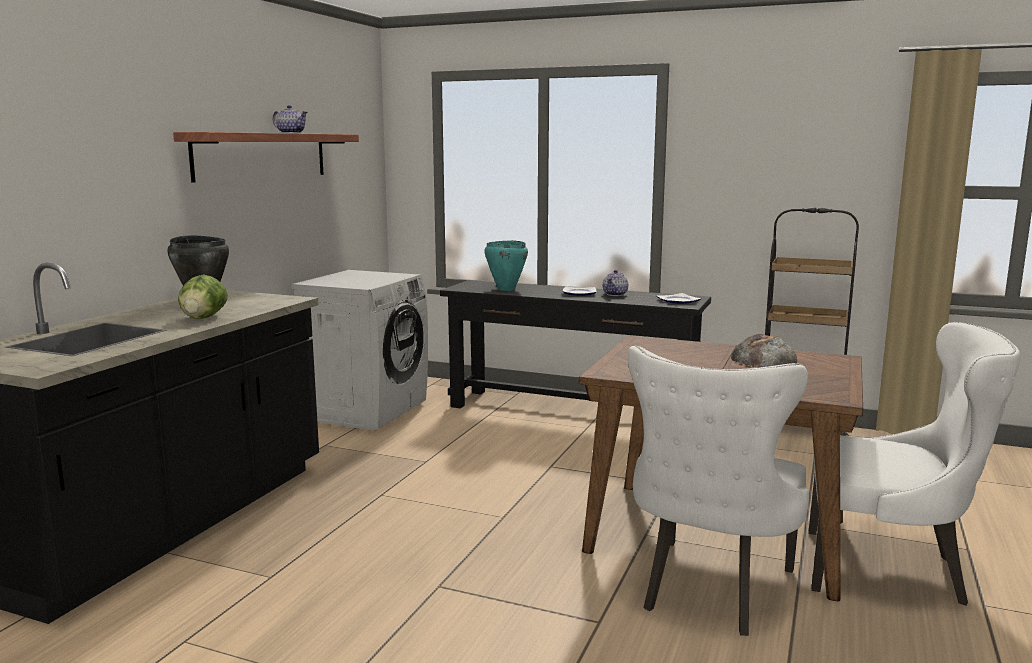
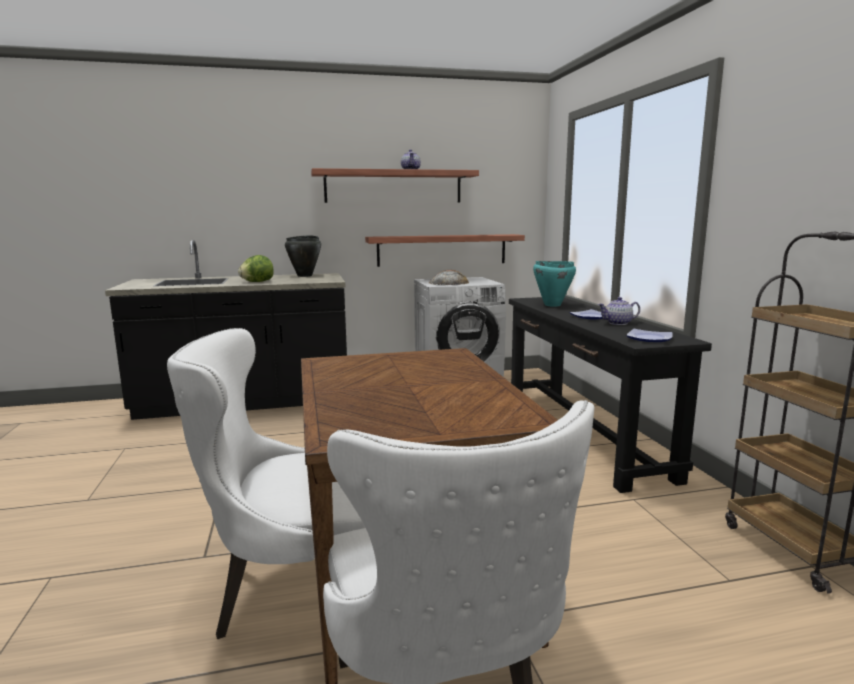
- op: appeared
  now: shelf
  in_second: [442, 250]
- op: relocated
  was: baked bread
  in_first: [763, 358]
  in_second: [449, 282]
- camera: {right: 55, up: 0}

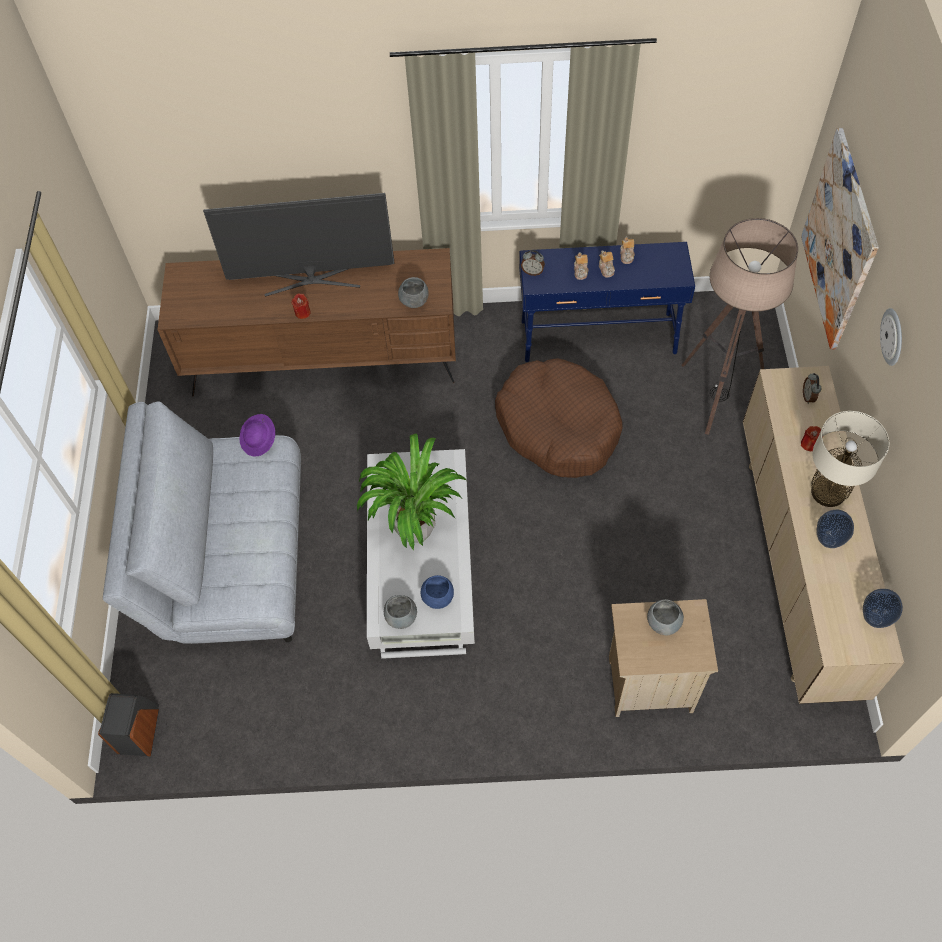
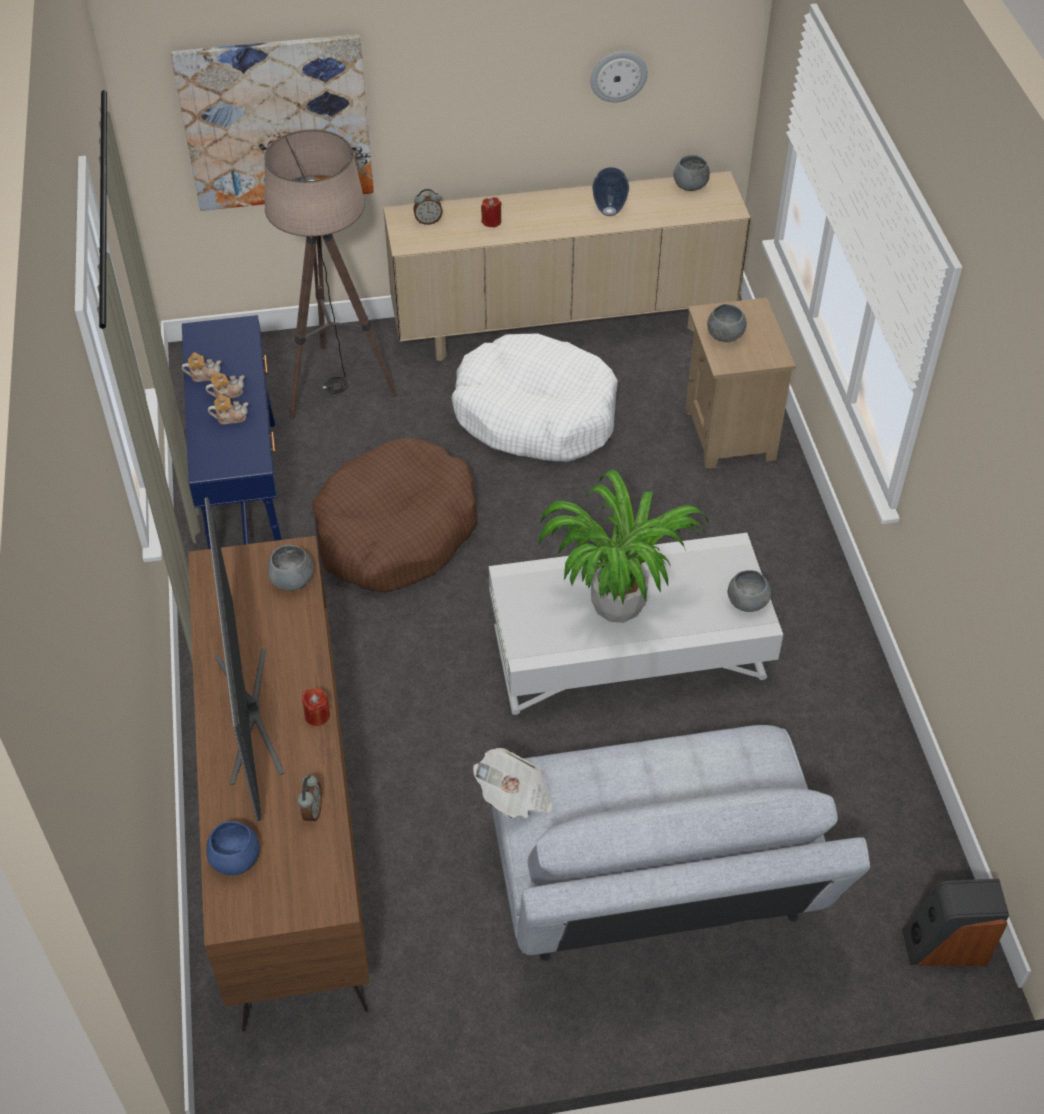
- op: missing
  was: table lamp
  in_first: [828, 492]
- op: appeared
  now: white dog bed
  in_second: [535, 414]
- op: relocated
  was: blue deep dish
  in_first: [438, 598]
  in_second: [236, 859]
- op: relocated
  was: table clock
  in_first: [532, 272]
  in_second: [312, 811]
- op: relocated
  was: wall clock
  in_first: [893, 336]
  in_second: [618, 75]
- op: exchanged
  was: purple-coloured wearable hat
  now: printed paper
  in_first: [259, 441]
  in_second: [514, 796]
- op: exchanged
  was: flower vase
  now: greyish deep dish
  in_first: [874, 619]
  in_second: [690, 186]
- camera: {right: -100, up: -10}

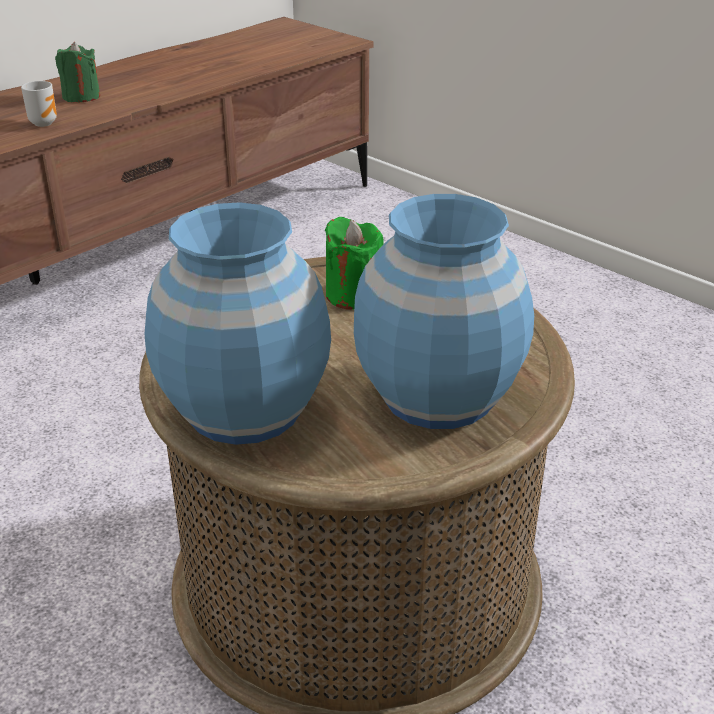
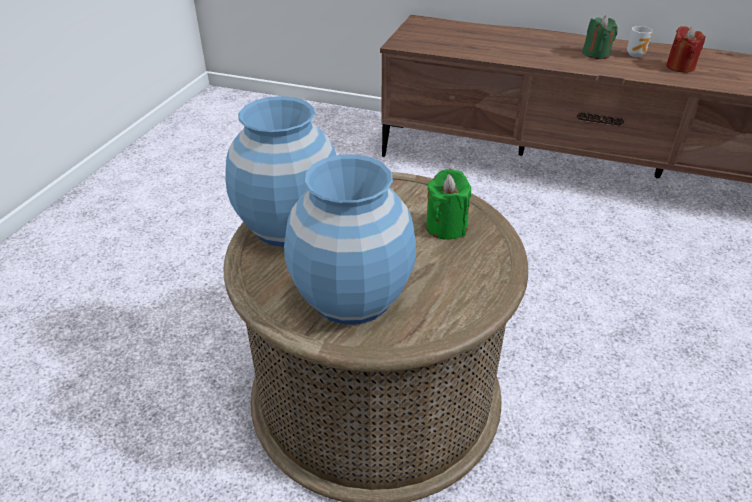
- op: appeared
  now: red-coloured wax light
  in_second: [680, 67]
- op: relocated
  was: tea mug
  in_first: [44, 123]
  in_second: [636, 55]
- camera: {right: 65, up: 5}

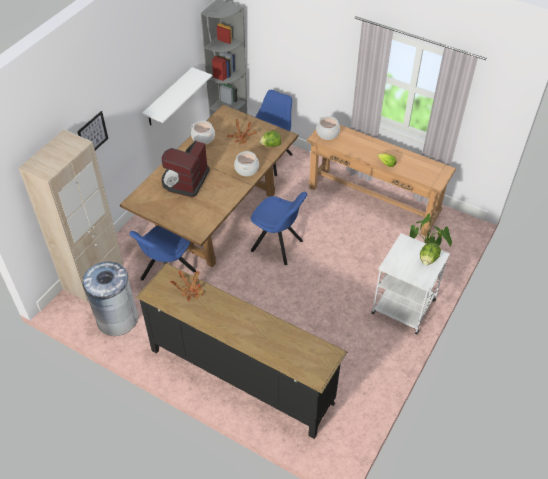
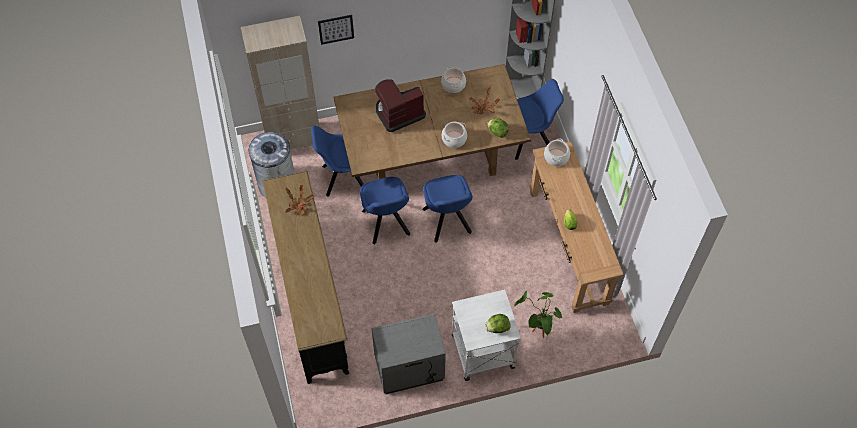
- op: missing
  was: white shelf
  in_first: [168, 97]
- op: appeared
  now: blue plain chair
  in_second: [386, 223]
- op: appeared
  now: greyish bedside table
  in_second: [409, 369]
- camera: {right: 45, up: 10}

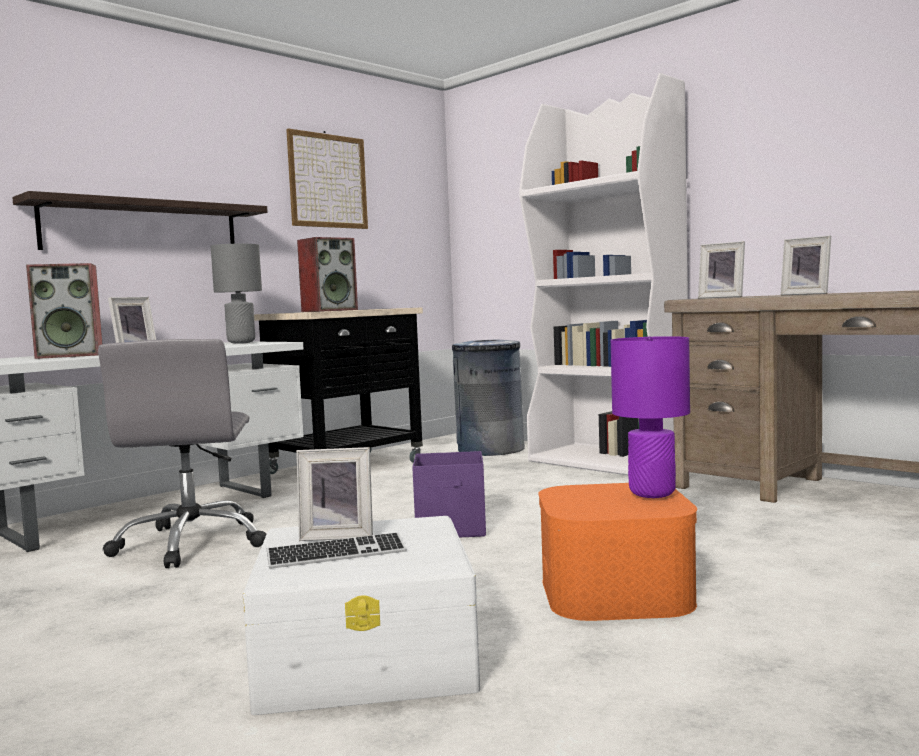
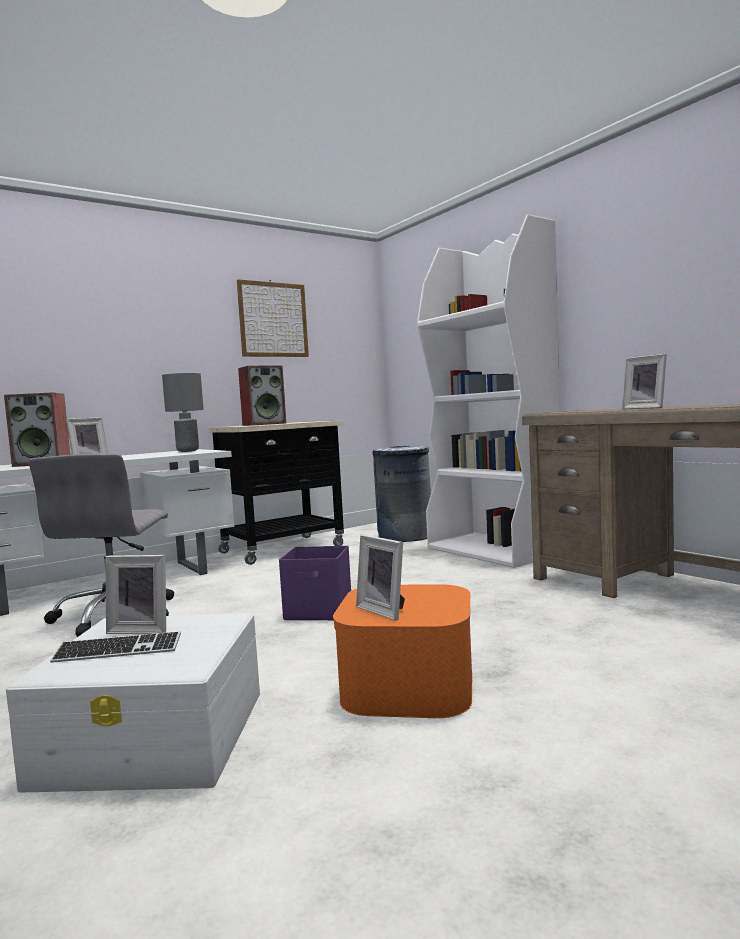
- op: missing
  was: shelf
  in_first: [142, 228]
- op: missing
  was: purple-coloured table lamp
  in_first: [651, 495]
- op: relocated
  was: picture frame
  in_first: [723, 297]
  in_second: [385, 610]
- camera: {right: 10, up: 0}

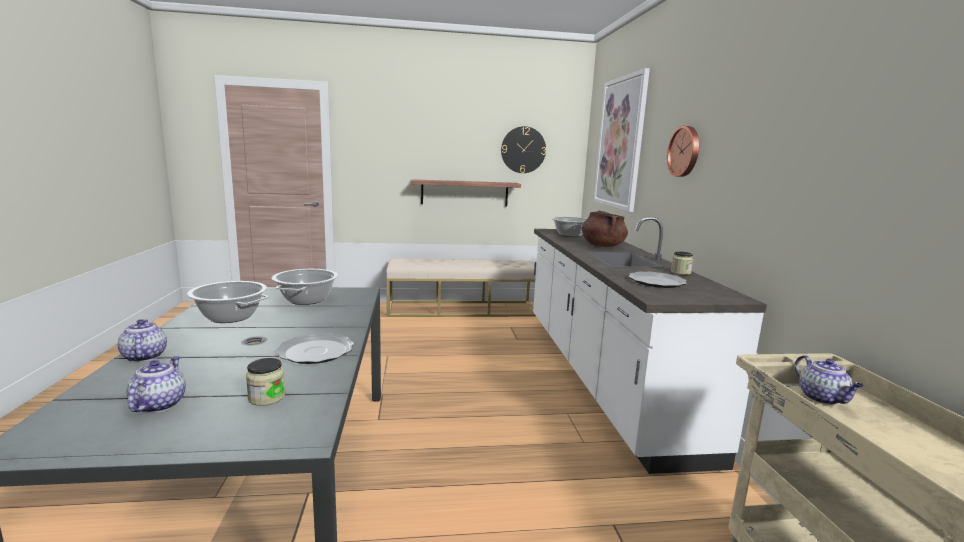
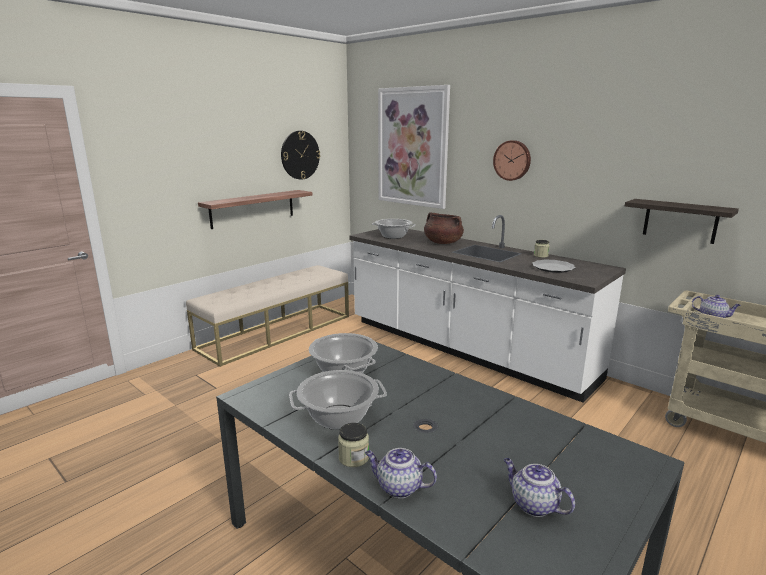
- op: missing
  was: flat dish
  in_first: [316, 351]
- op: appeared
  now: shelf
  in_second: [680, 221]
- op: relocated
  was: preserve jar
  in_first: [266, 397]
  in_second: [353, 458]
- camera: {right: -40, up: 5}

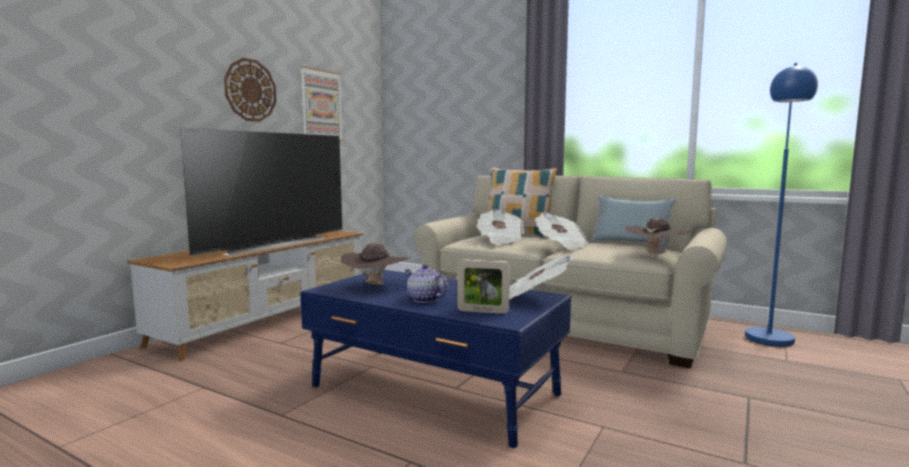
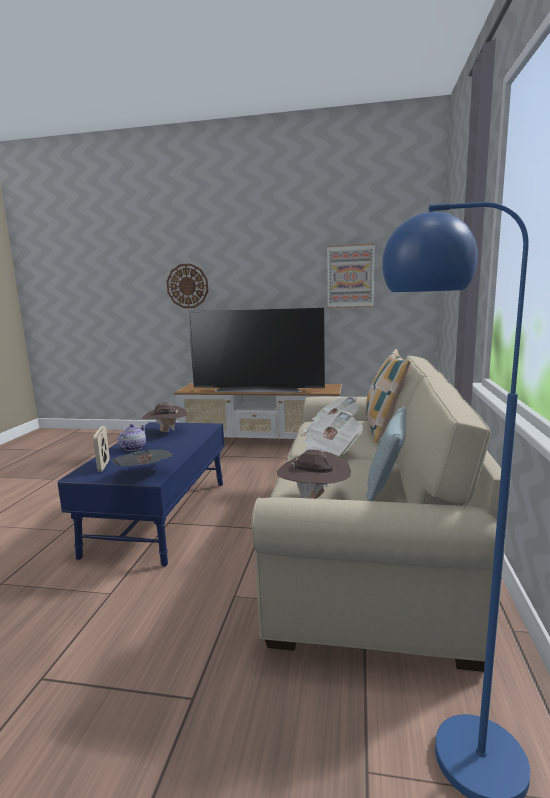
- op: relocated
  was: wall clock
  in_first: [250, 90]
  in_second: [187, 286]
- camera: {right: 70, up: 5}

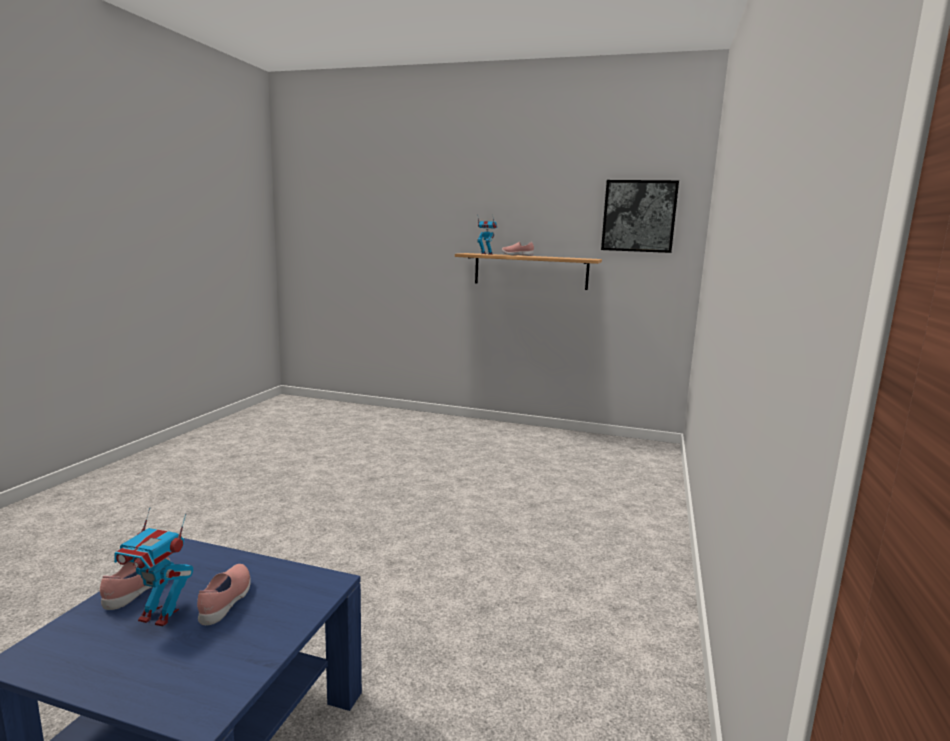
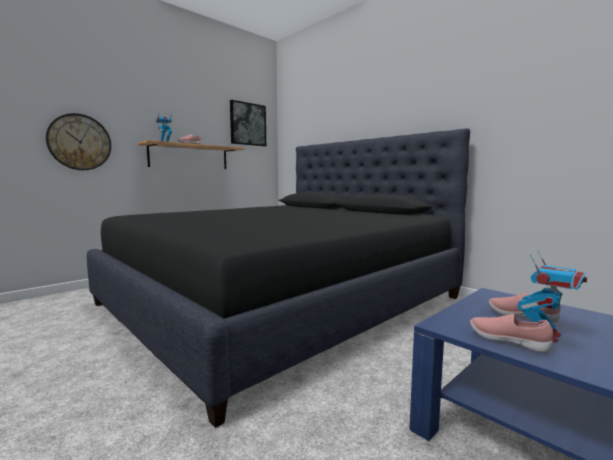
- op: appeared
  now: wall clock
  in_second: [79, 142]
- op: appeared
  now: blackish sleeping bed
  in_second: [281, 300]
- camera: {right: -60, up: -5}

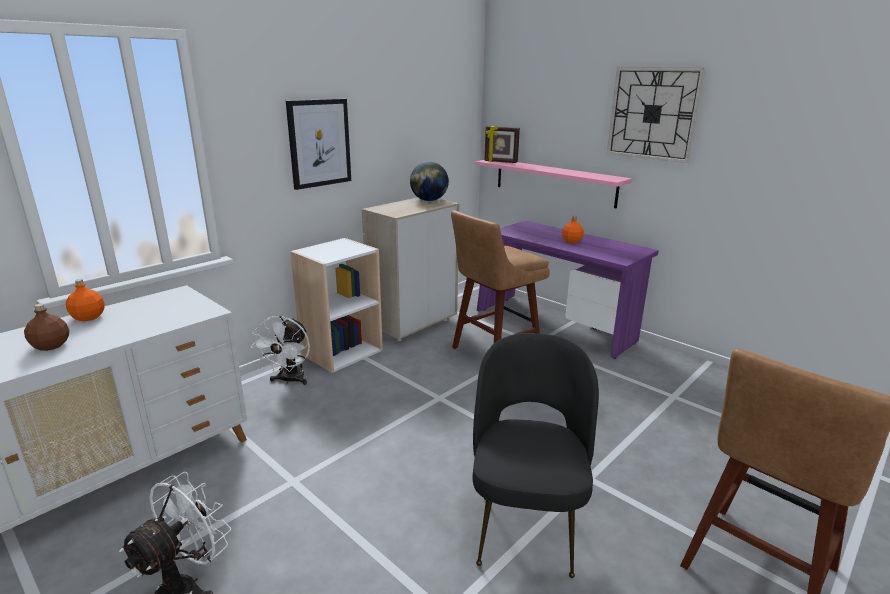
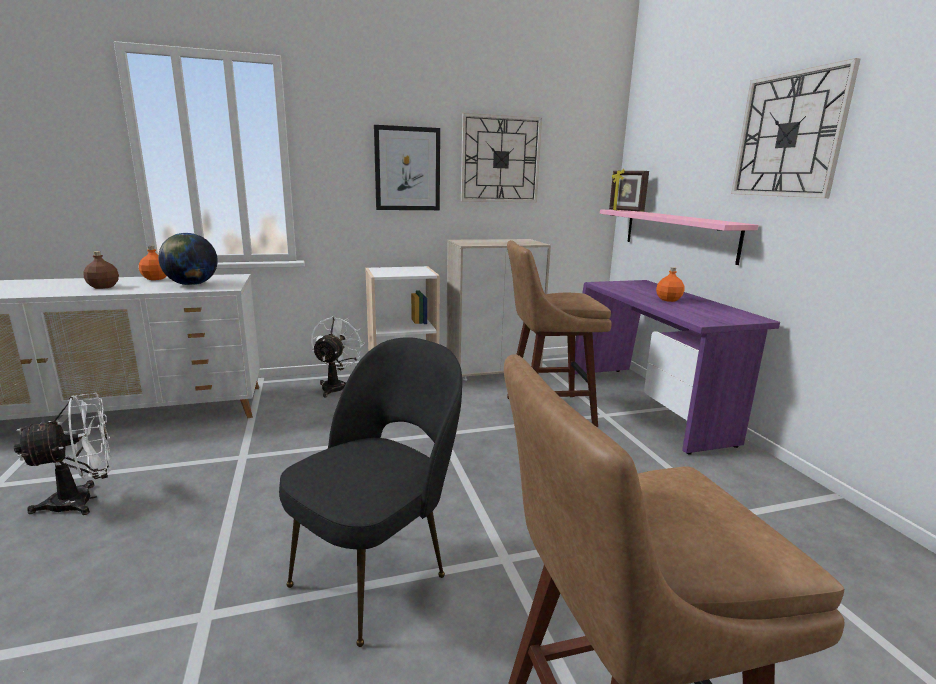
- op: appeared
  now: wall clock
  in_second: [500, 159]
- op: relocated
  was: world globe
  in_first: [429, 200]
  in_second: [191, 284]
- op: spun
  was: white cooling fan
  in_first: [289, 380]
  in_second: [336, 386]
  clockwise: 150
- camera: {right: 30, up: -5}

